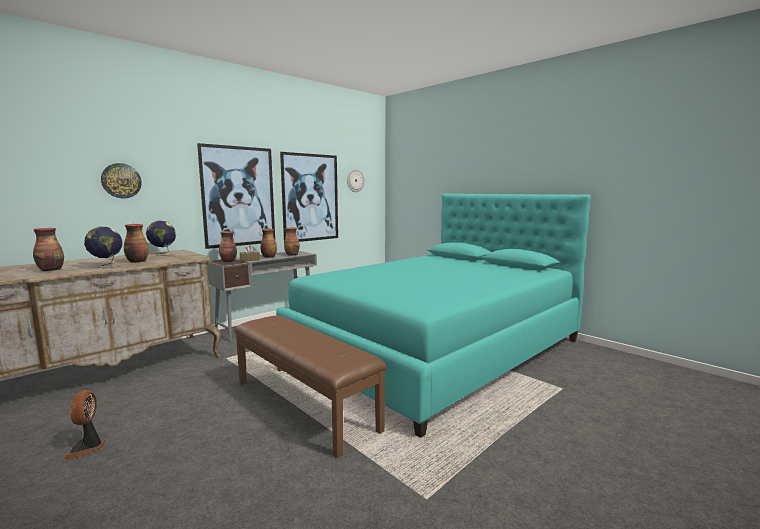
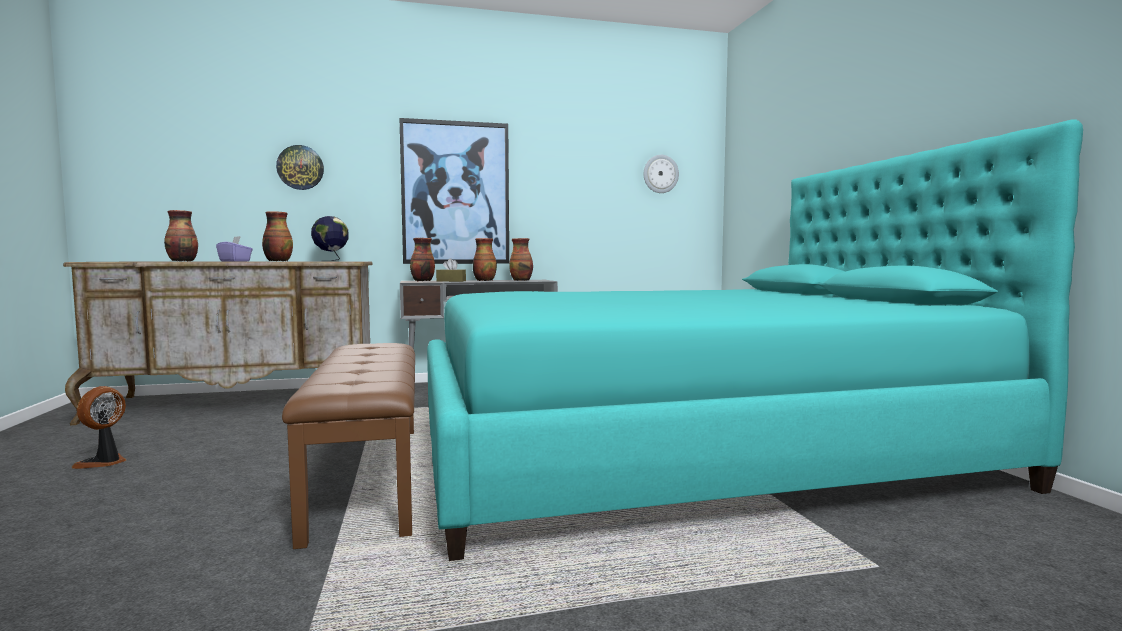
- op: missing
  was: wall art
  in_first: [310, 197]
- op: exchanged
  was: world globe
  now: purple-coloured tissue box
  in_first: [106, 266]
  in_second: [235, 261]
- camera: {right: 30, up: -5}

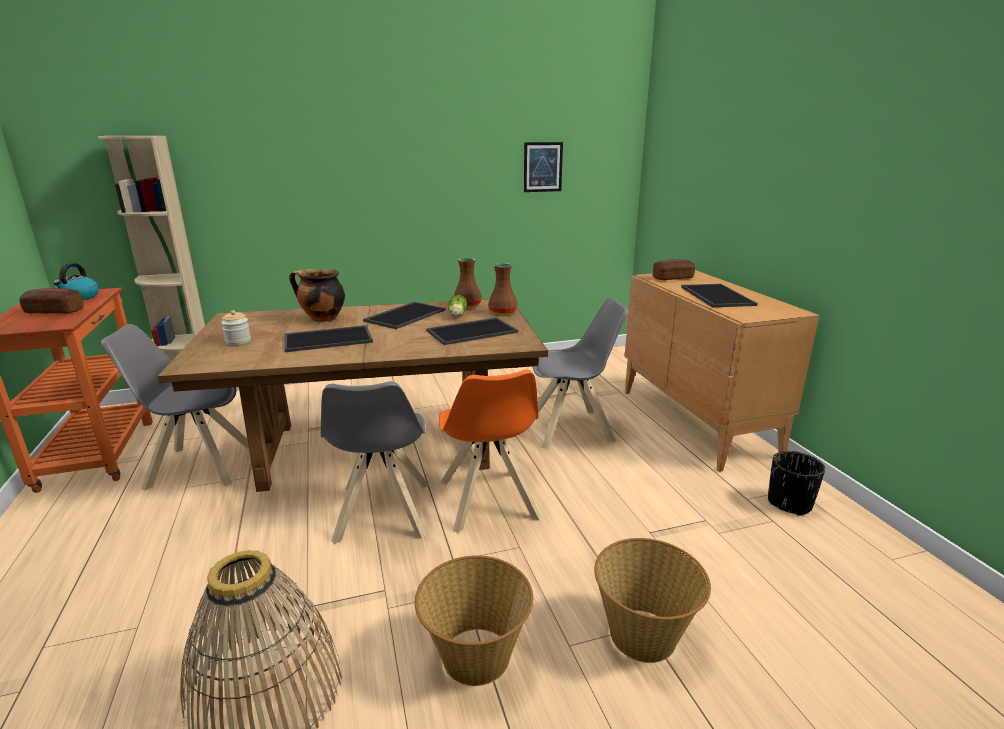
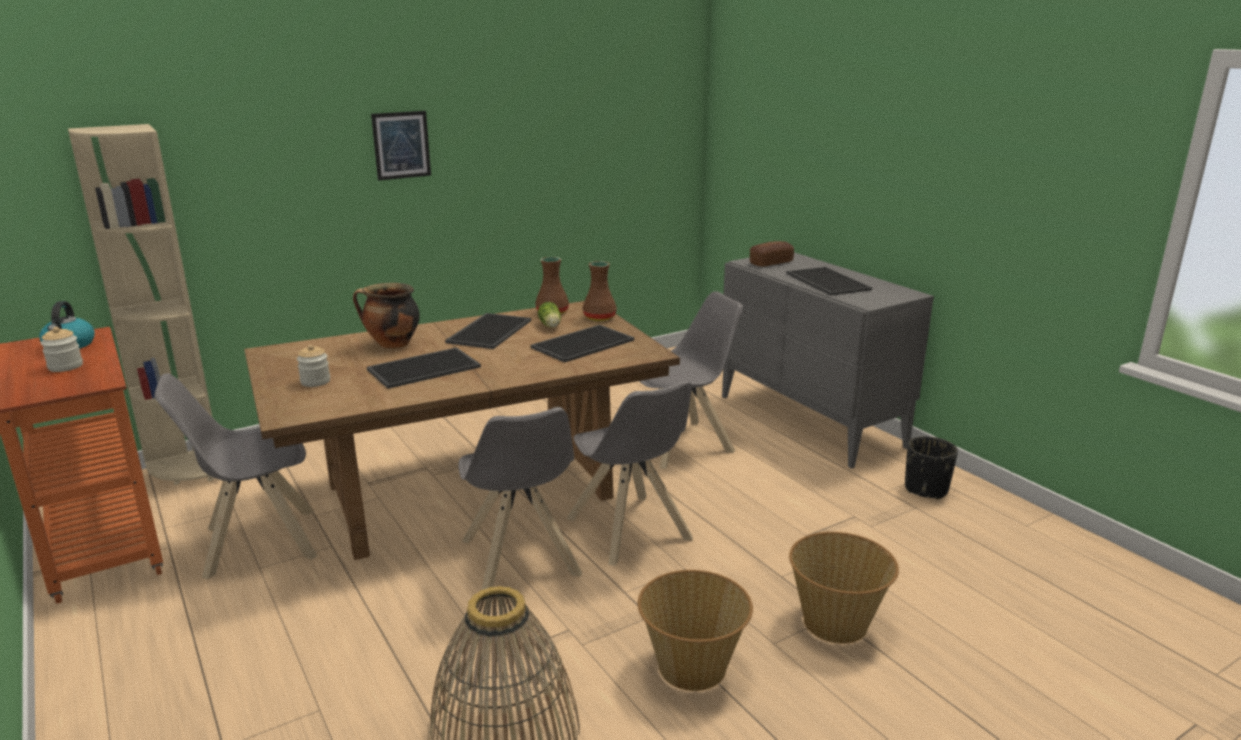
- op: relocated
  was: wall art
  in_first: [543, 167]
  in_second: [401, 145]
- op: exchanged
  was: baked bread
  now: preserve jar
  in_first: [54, 311]
  in_second: [65, 366]
- op: colour
  was: orange-coloured plain chair
  now: greyish plain chair
  in_first: [488, 501]
  in_second: [630, 531]
- op: colour
  was: brown-coloured cupboard
  now: greyish cupboard
  in_first: [695, 422]
  in_second: [809, 421]
- camera: {right: -15, up: 0}

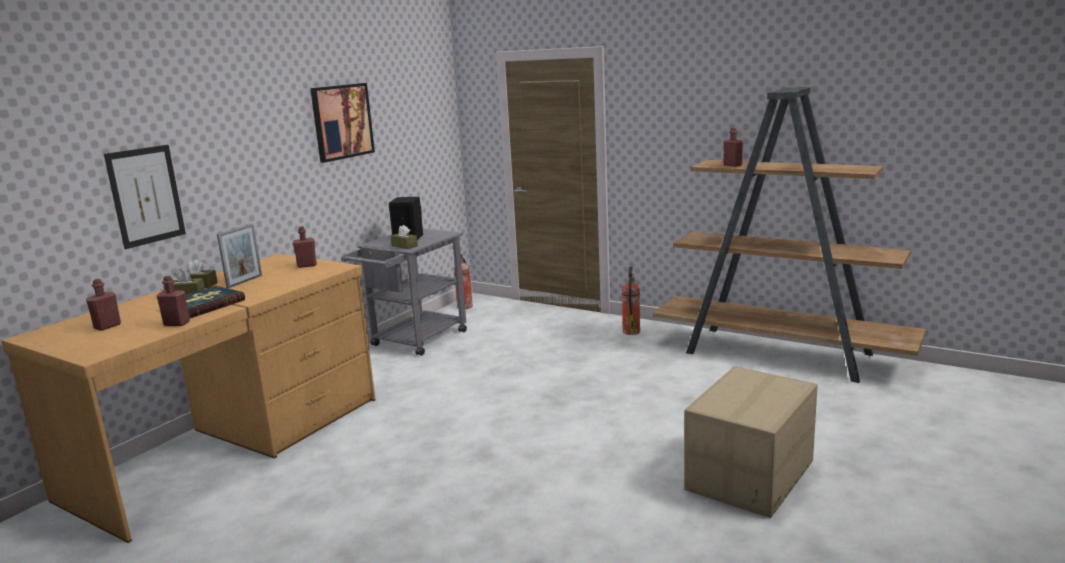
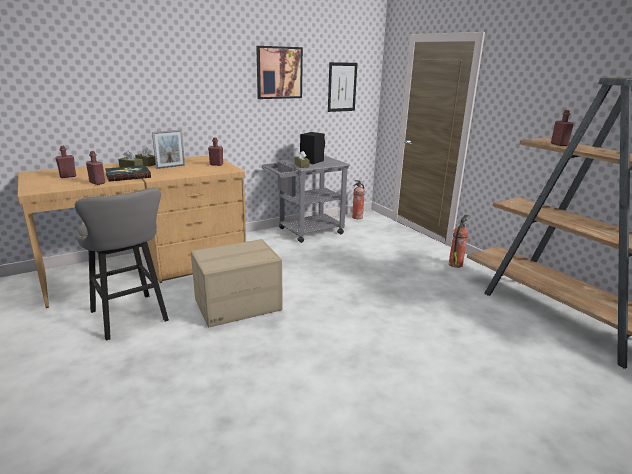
- op: appeared
  now: greyish sitting stool
  in_second: [131, 320]
- op: relocated
  was: wall art
  in_first: [146, 196]
  in_second: [342, 87]
- op: relocated
  was: cardboard box
  in_first: [751, 476]
  in_second: [238, 305]
- camera: {right: 25, up: 5}

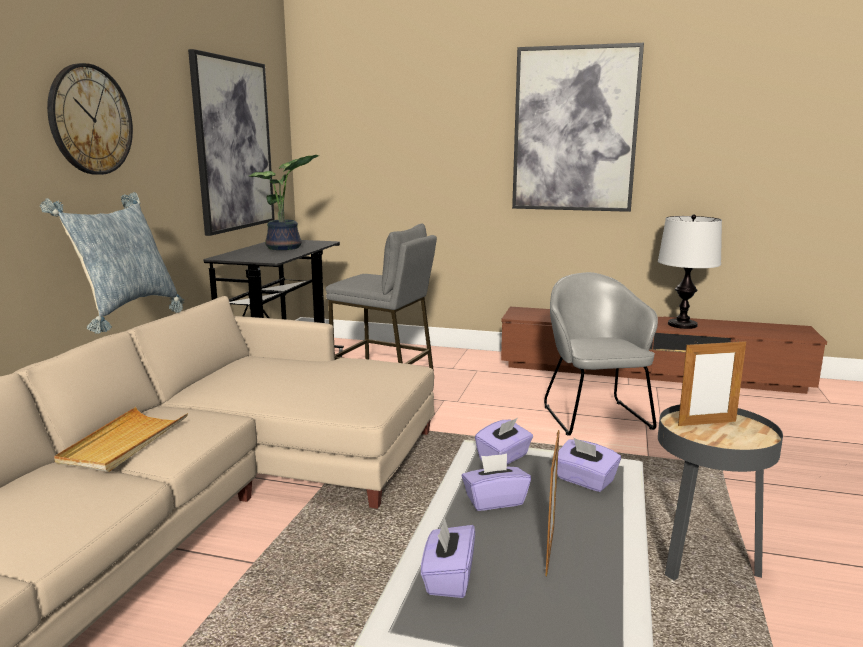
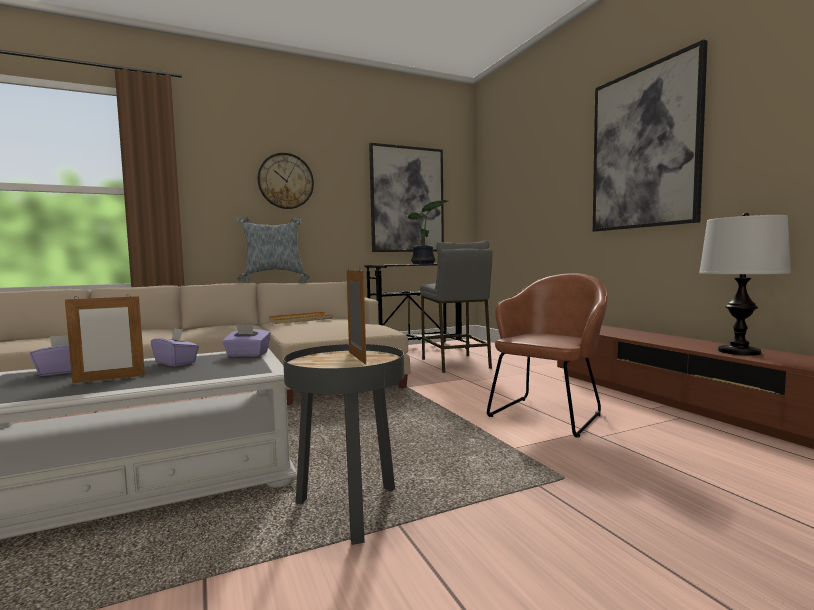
- op: missing
  was: purple-coloured tissue box
  in_first: [584, 481]
- op: relocated
  was: sand-coloured carrying tray
  in_first: [124, 443]
  in_second: [300, 320]
- op: colour
  was: greyish lounge chair
  now: brown-coloured lounge chair
  in_first: [594, 415]
  in_second: [549, 414]
- op: spun
  was: picture frame
  in_first: [707, 423]
  in_second: [357, 357]
  clockwise: -150
- camera: {right: 50, up: -10}

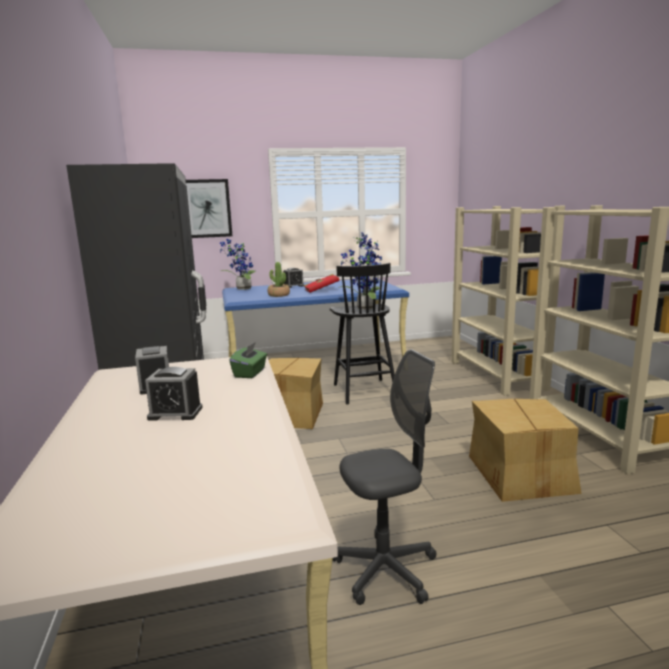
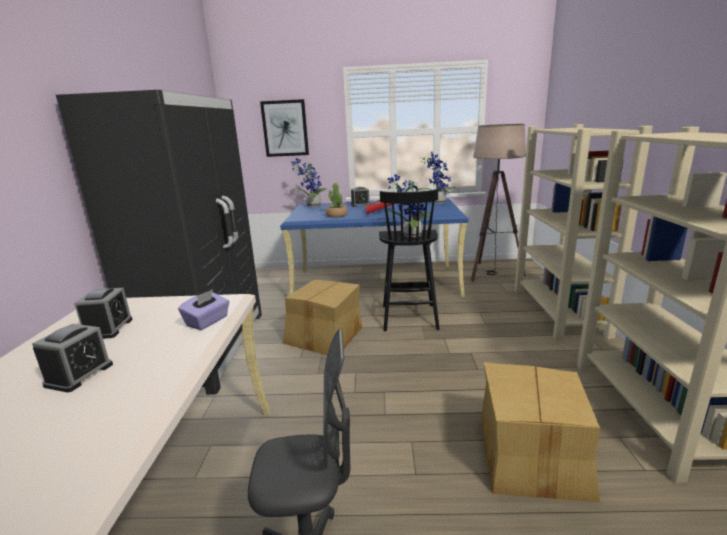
- op: appeared
  now: standard lamp
  in_second: [491, 273]
- op: colour
  was: green tissue box
  now: purple-coloured tissue box
  in_first: [250, 373]
  in_second: [208, 321]
- op: spun
  was: table clock
  in_first: [175, 413]
  in_second: [79, 375]
  clockwise: -90
- camera: {right: 15, up: 5}

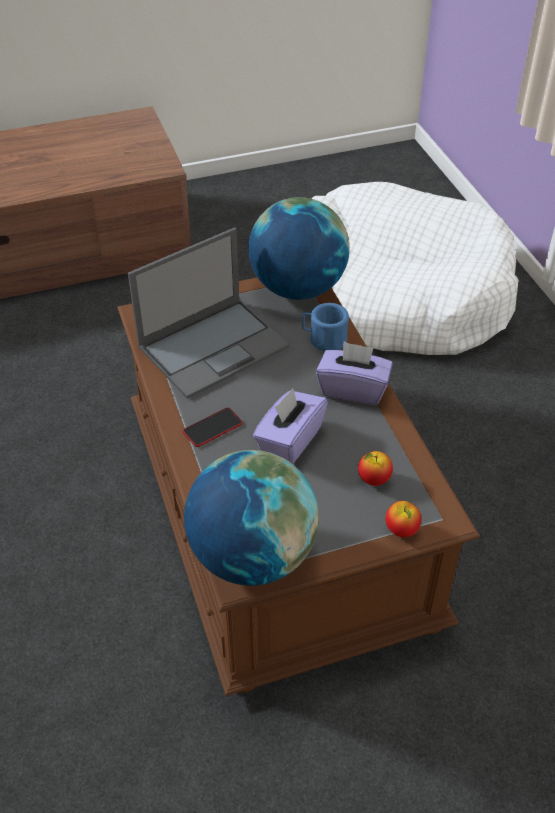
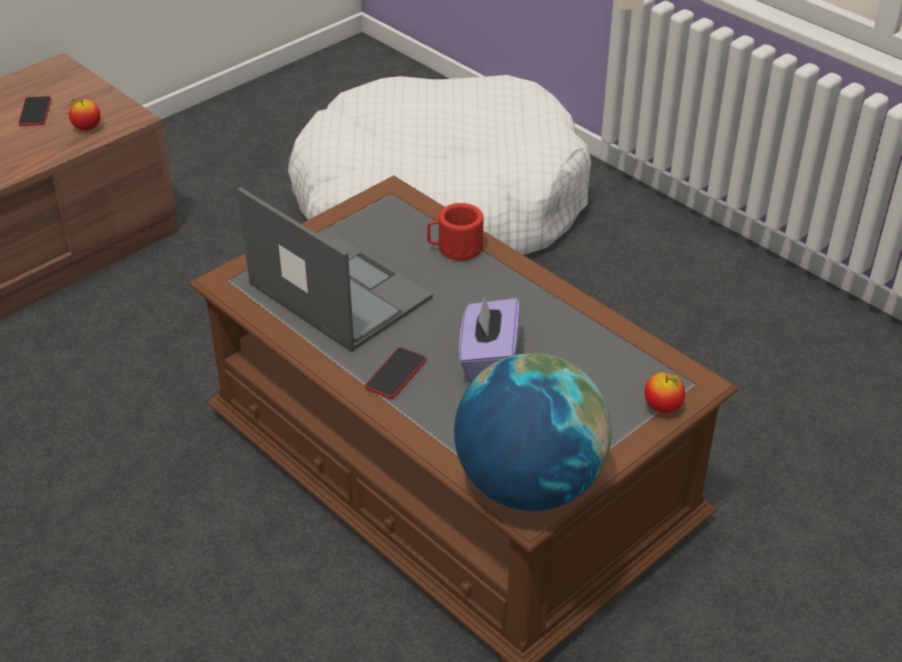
- op: missing
  was: world globe
  in_first: [297, 288]
- op: missing
  was: purple-coloured tissue box
  in_first: [353, 389]
- op: appeared
  now: phone
  in_second: [35, 112]
- op: relocated
  was: apple
  in_first: [374, 479]
  in_second: [87, 128]
- op: colour
  was: blue tea mug
  now: red-coloured tea mug
  in_first: [324, 339]
  in_second: [455, 248]
- op: spun
  was: portable computer
  in_first: [214, 346]
  in_second: [337, 290]
  clockwise: -75
- camera: {right: -25, up: -5}

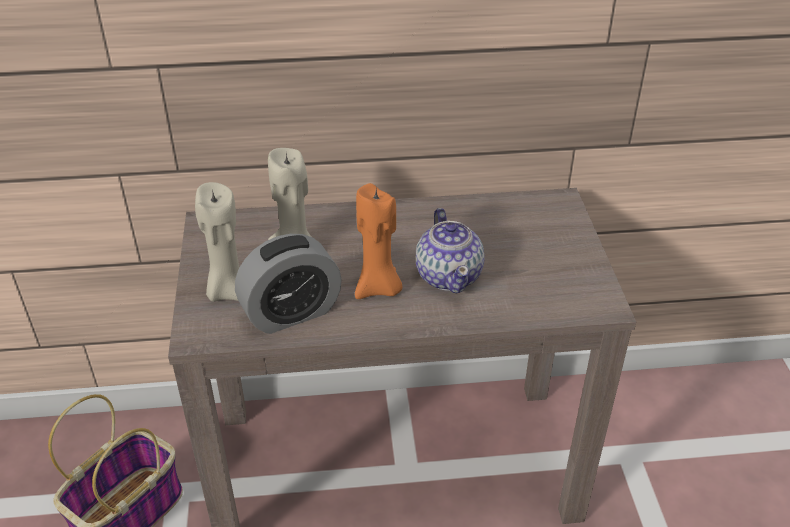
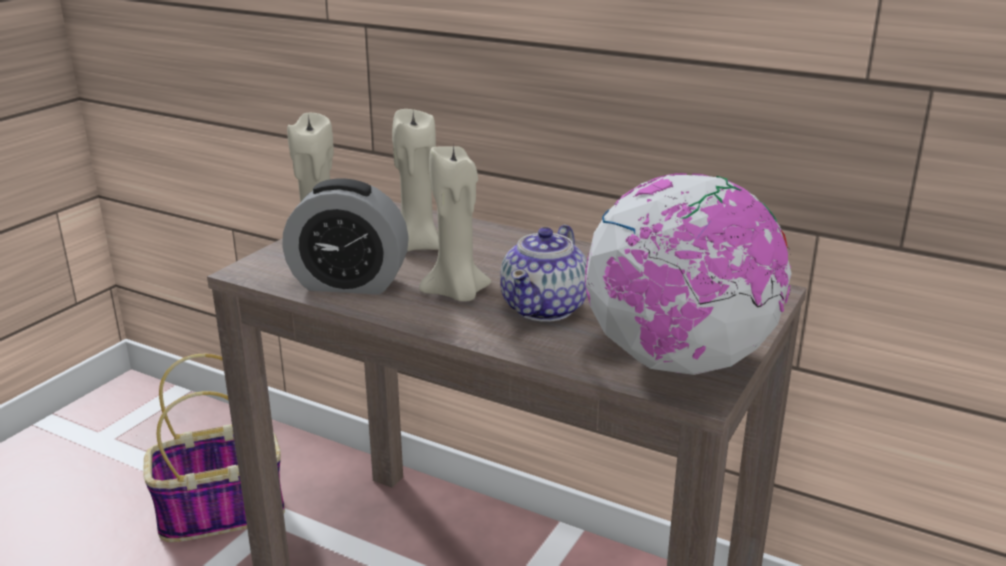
- op: appeared
  now: world globe
  in_second: [678, 361]
- op: colour
  was: orange-coloured wax light
  now: sand-coloured wax light
  in_first: [379, 288]
  in_second: [457, 294]
- camera: {right: 35, up: -15}

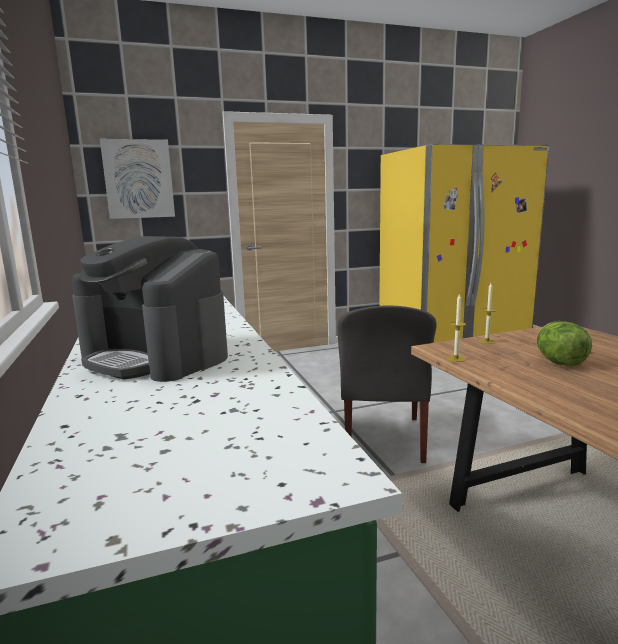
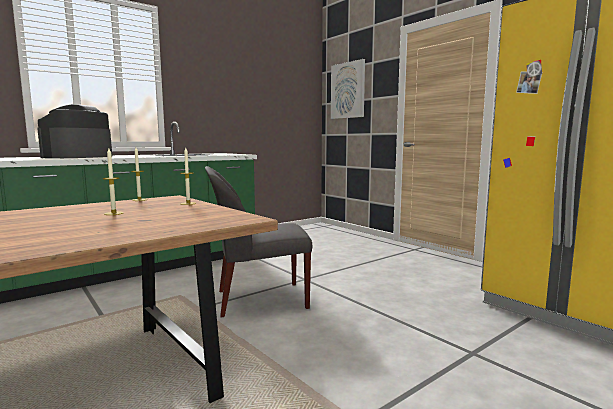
- op: exchanged
  was: head of lettuce
  now: wax light
  in_first: [559, 362]
  in_second: [113, 213]
- camera: {right: 70, up: -5}

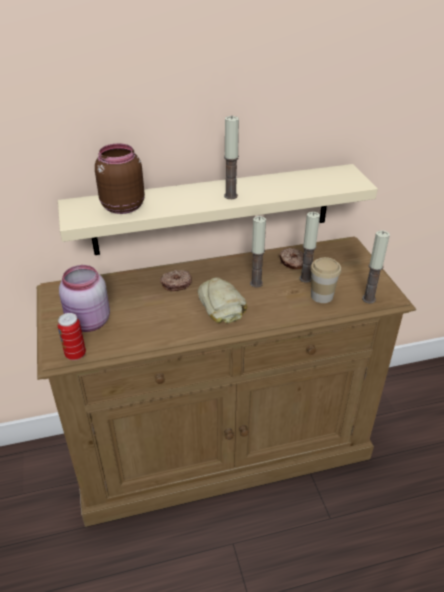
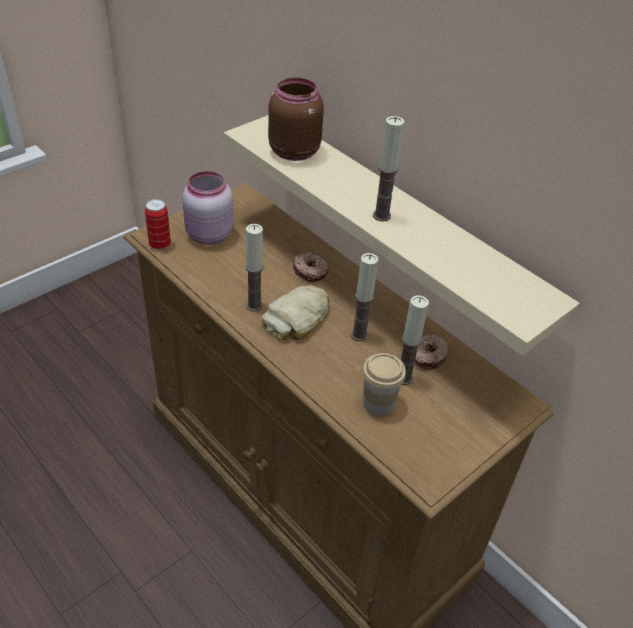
- op: relocated
  was: wax light
  in_first: [368, 299]
  in_second: [254, 305]
- camera: {right: 60, up: 5}

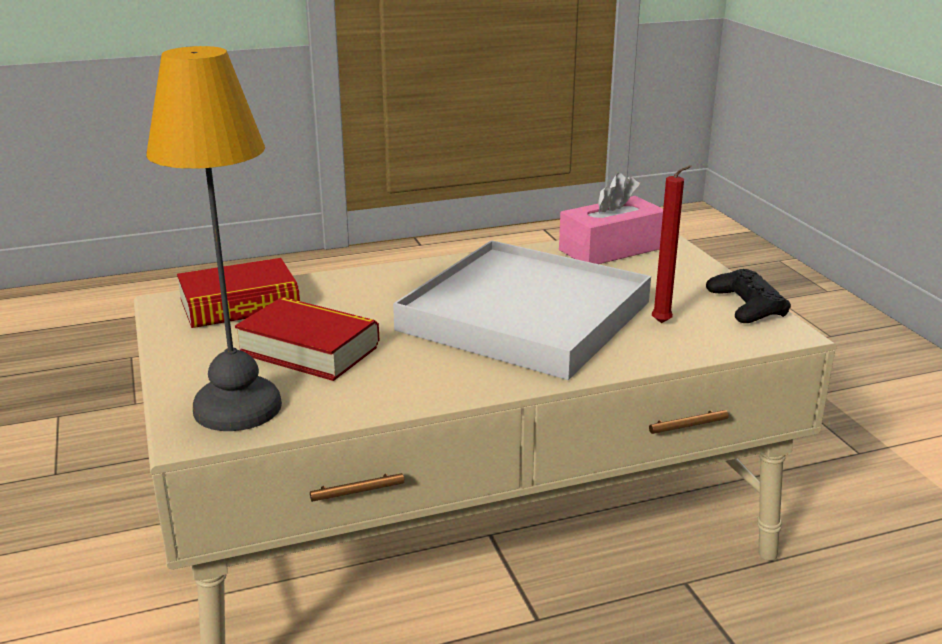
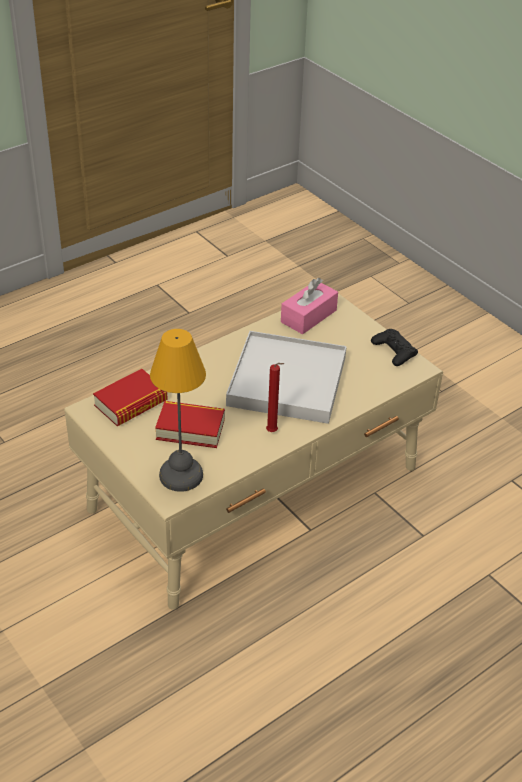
- op: relocated
  was: red-coloured wax light
  in_first: [663, 324]
  in_second: [273, 432]
- camera: {right: -20, up: 15}

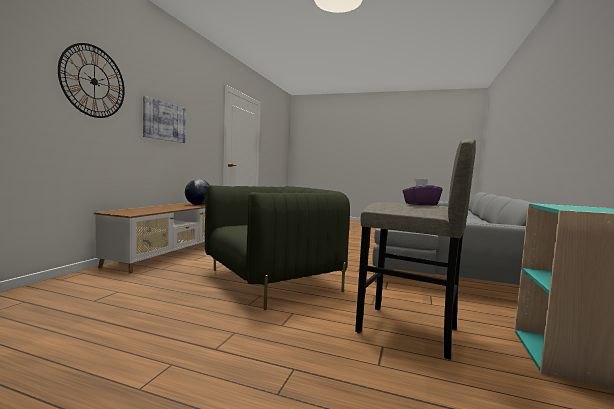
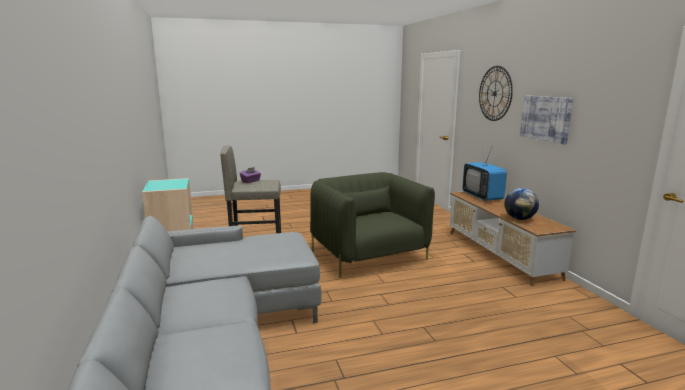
- op: appeared
  now: TV
  in_second: [482, 197]
- op: spun
  was: green lounge chair
  in_first: [272, 280]
  in_second: [369, 256]
  clockwise: 135
- camera: {right: 145, up: 10}

